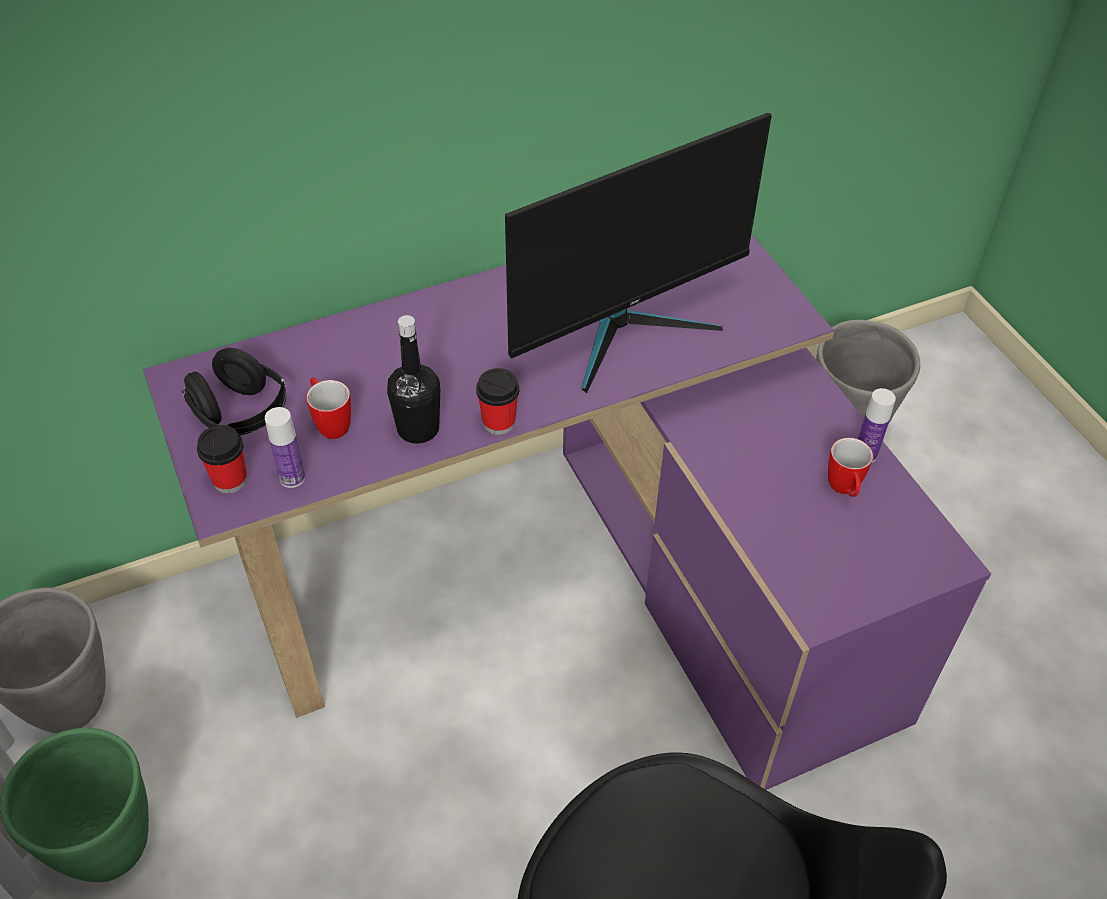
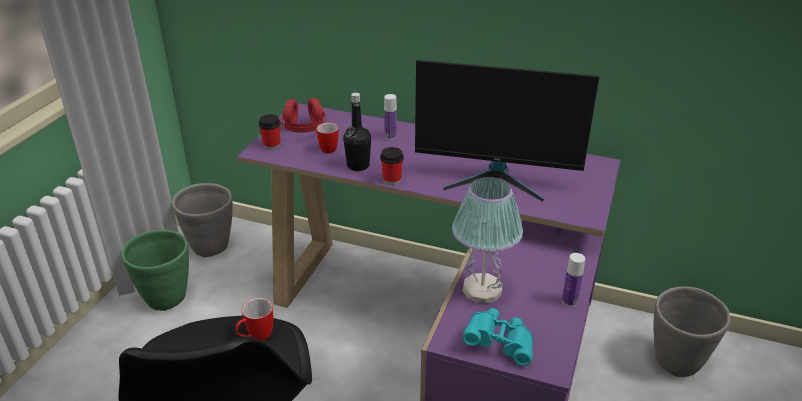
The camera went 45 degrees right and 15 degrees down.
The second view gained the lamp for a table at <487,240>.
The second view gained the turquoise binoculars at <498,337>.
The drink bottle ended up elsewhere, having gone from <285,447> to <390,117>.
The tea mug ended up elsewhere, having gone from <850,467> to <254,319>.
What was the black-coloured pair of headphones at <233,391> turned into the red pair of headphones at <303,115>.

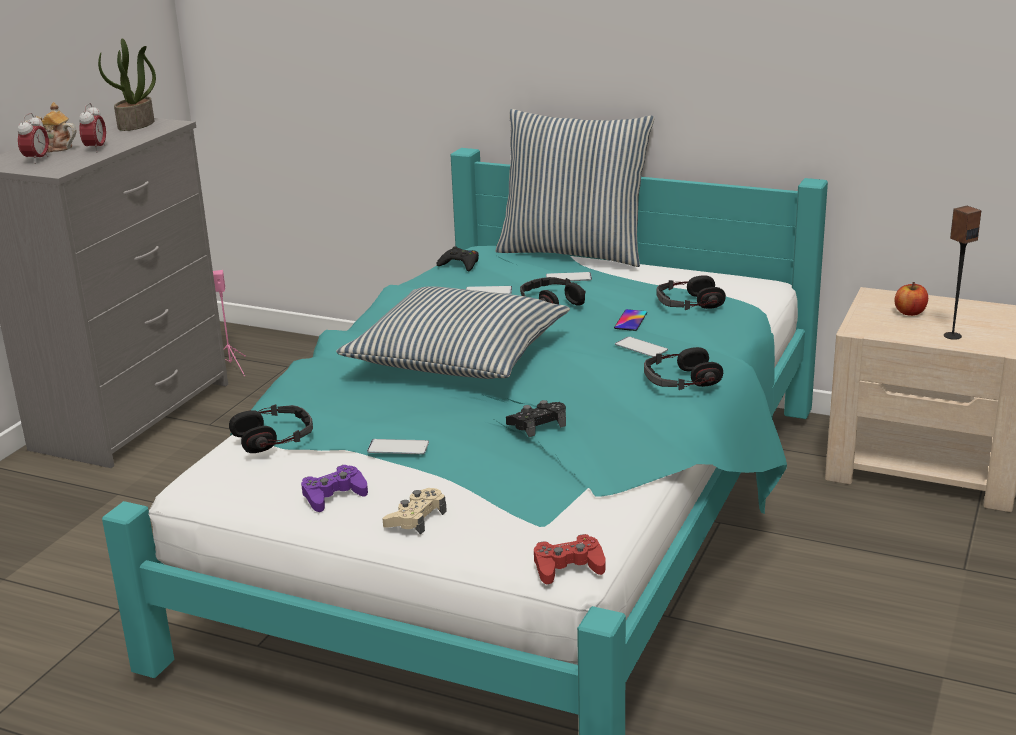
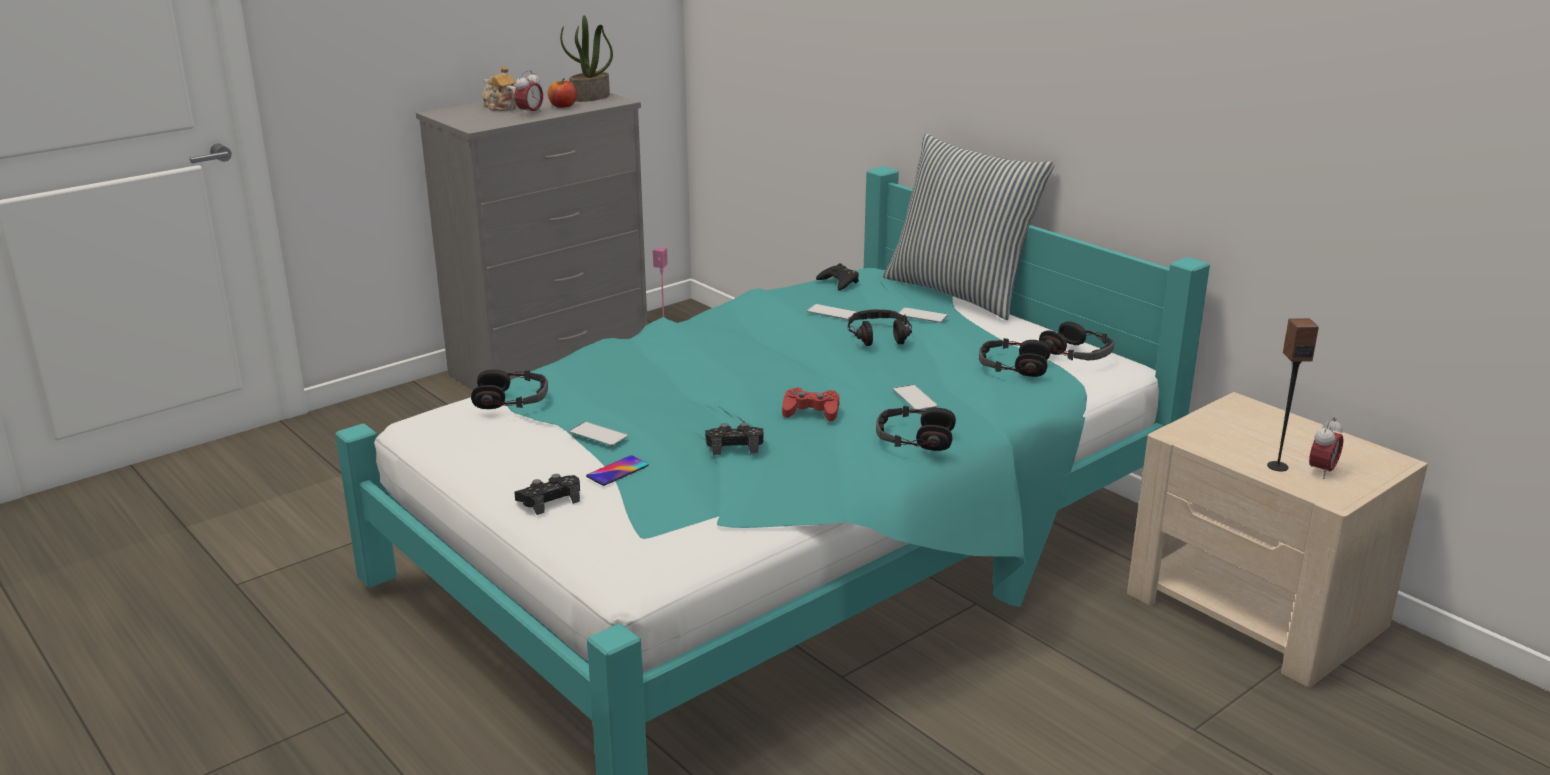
The camera went 25 degrees right and 0 degrees up.
The second view lost the purplish gamepad at <334,488>.
The second view lost the cushion at <453,332>.
The second view gained the pair of headphones at <1076,341>.
The alarm clock ended up elsewhere, having gone from <33,138> to <1326,448>.
The red gamepad ended up elsewhere, having gone from <570,559> to <810,404>.
The handset ended up elsewhere, having gone from <630,320> to <617,470>.
The whole apple ended up elsewhere, having gone from <911,299> to <562,93>.
What was the sand-coloured gamepad at <414,511> turned into the black-coloured gamepad at <547,494>.

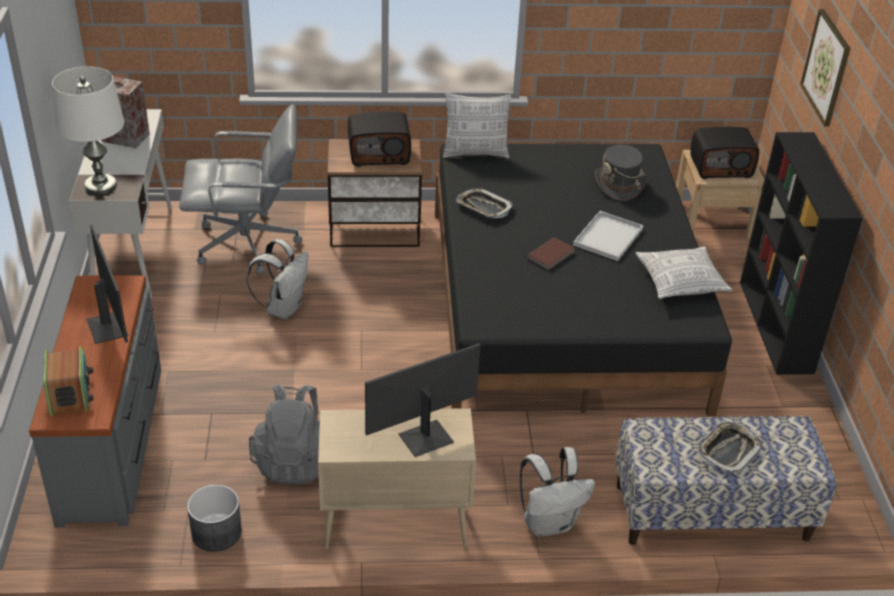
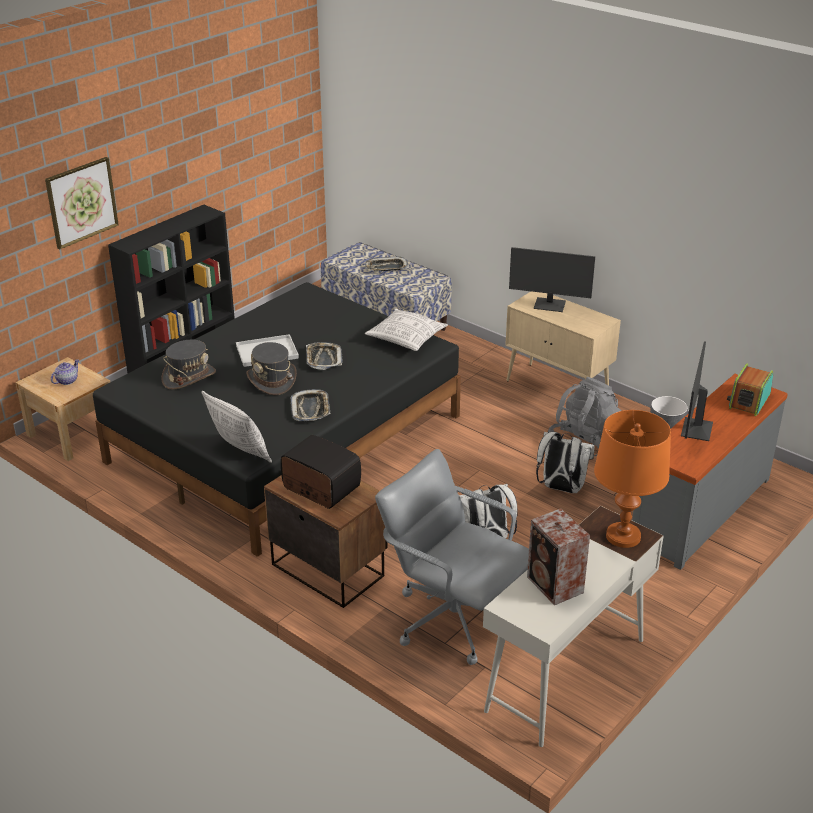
The camera went 135 degrees left and 5 degrees down.
The second view gained the gray hat at <271,368>.
The white-coloured backpack ended up elsewhere, having gone from <557,492> to <565,462>.
The cushion ended up elsewhere, having gone from <684,272> to <406,330>.
Where the brown-coloured volume stood at <551,254>, the serving tray came to stand at <324,356>.
Where the radio set stood at <725,153>, the teapot came to stand at <65,372>.
What was the white-coloured lamp for a table at <88,130> turned into the orange lamp for a table at <632,479>.

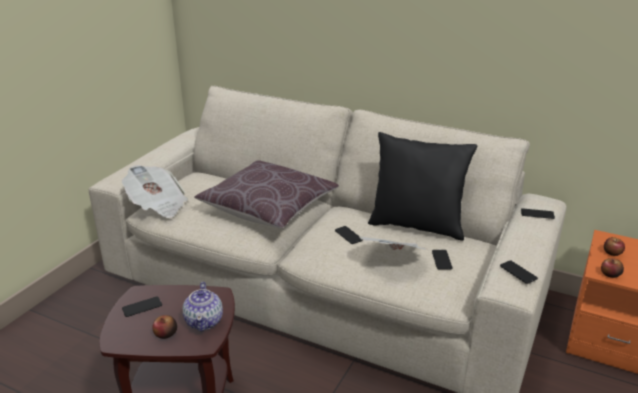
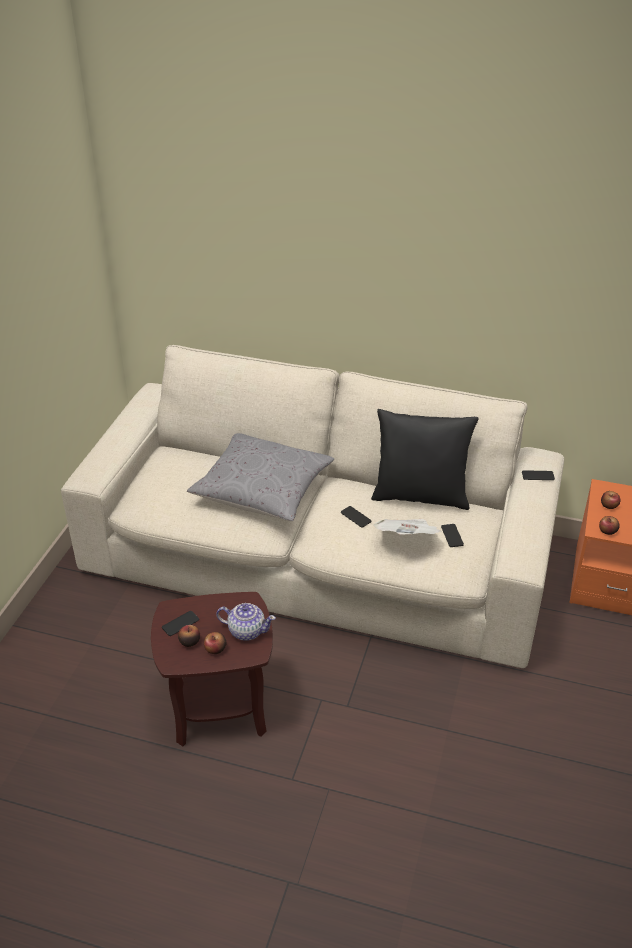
The camera went 10 degrees left and 10 degrees up.
The second view lost the printed paper at <155,191>.
The second view lost the handset at <519,272>.
The second view gained the whole apple at <189,636>.
What was the brown-coloured cushion at <266,194> turned into the gray cushion at <260,477>.
The teapot at <203,307> ended up facing another way, 60 degrees counterclockwise from before.

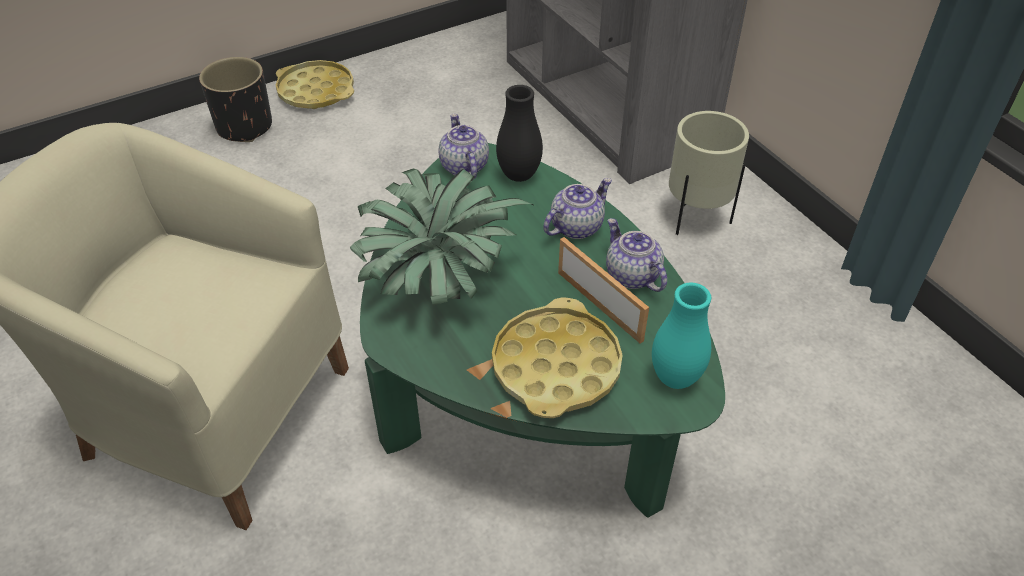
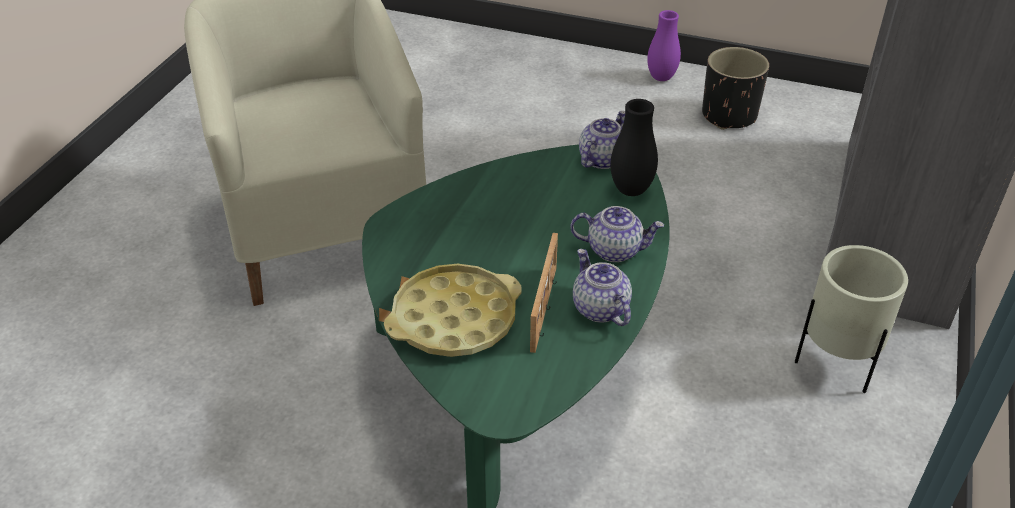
The camera went 50 degrees right and 5 degrees down.
The second view lost the houseplant at <441,237>.
The second view lost the turquoise vase at <681,335>.
The black-coloured flower pot ended up elsewhere, having gone from <235,99> to <735,88>.
Where the yellow-coloured serving tray stood at <315,84>, the purplish vase came to stand at <664,45>.
The teapot at <636,255> ended up facing another way, 45 degrees counterclockwise from before.

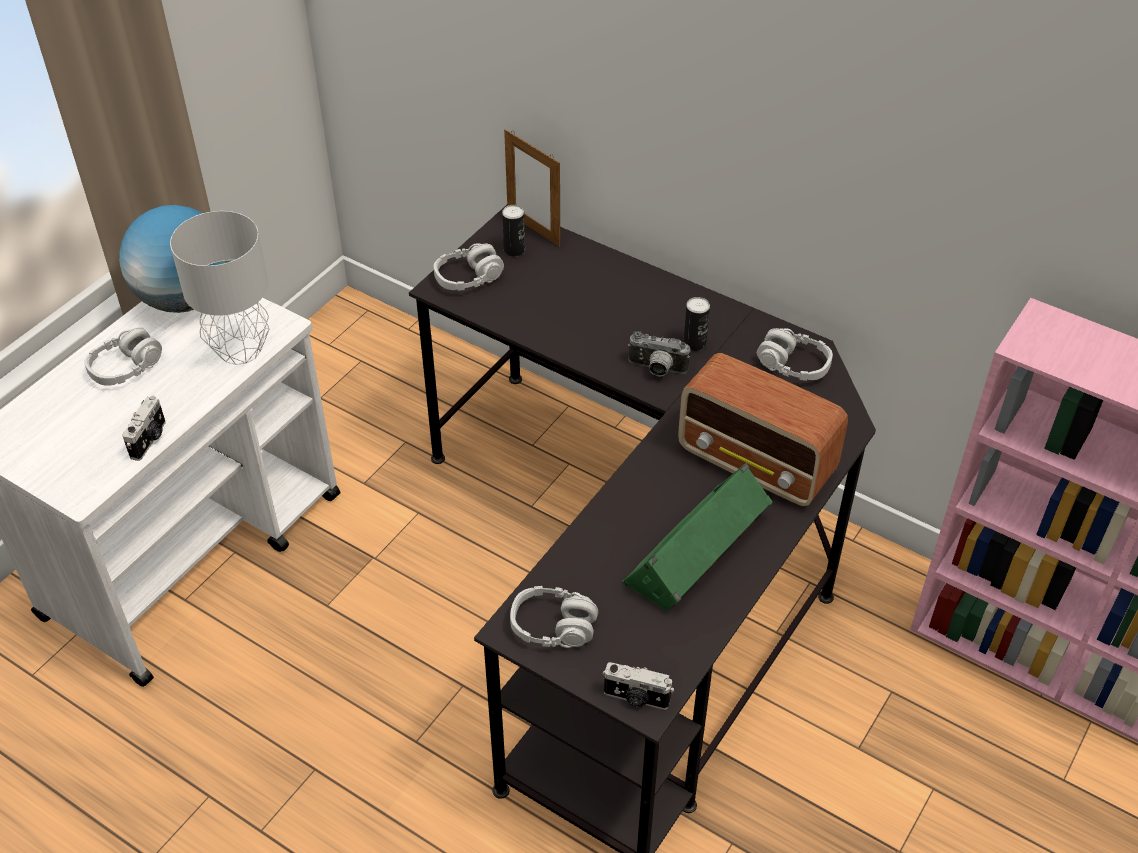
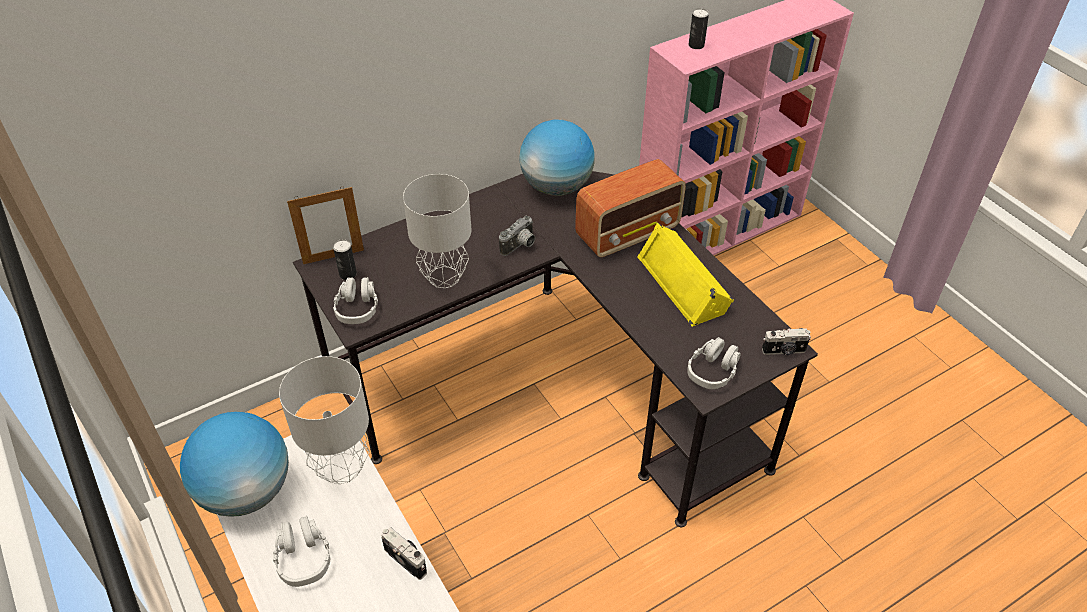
The camera went 65 degrees left and 0 degrees up.
The second view gained the gray lamp for a table at <437,231>.
The metal can ended up elsewhere, having gone from <696,324> to <699,28>.
Where the gray pair of headphones stood at <795,354>, the desk globe came to stand at <557,158>.
What was the green loudspeaker at <697,537> turned into the yellow-coloured loudspeaker at <685,274>.
The still camera at <638,686> ended up facing another way, 45 degrees clockwise from before.

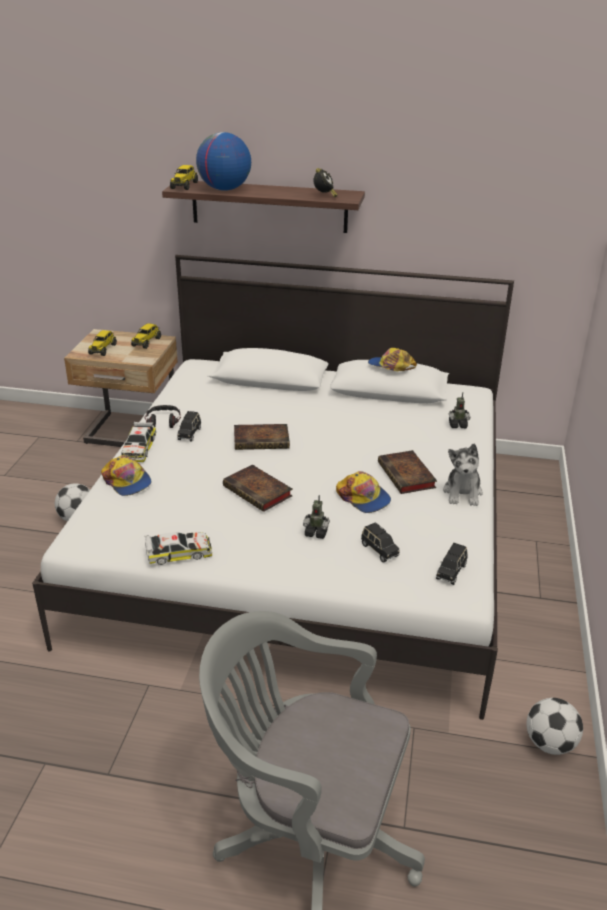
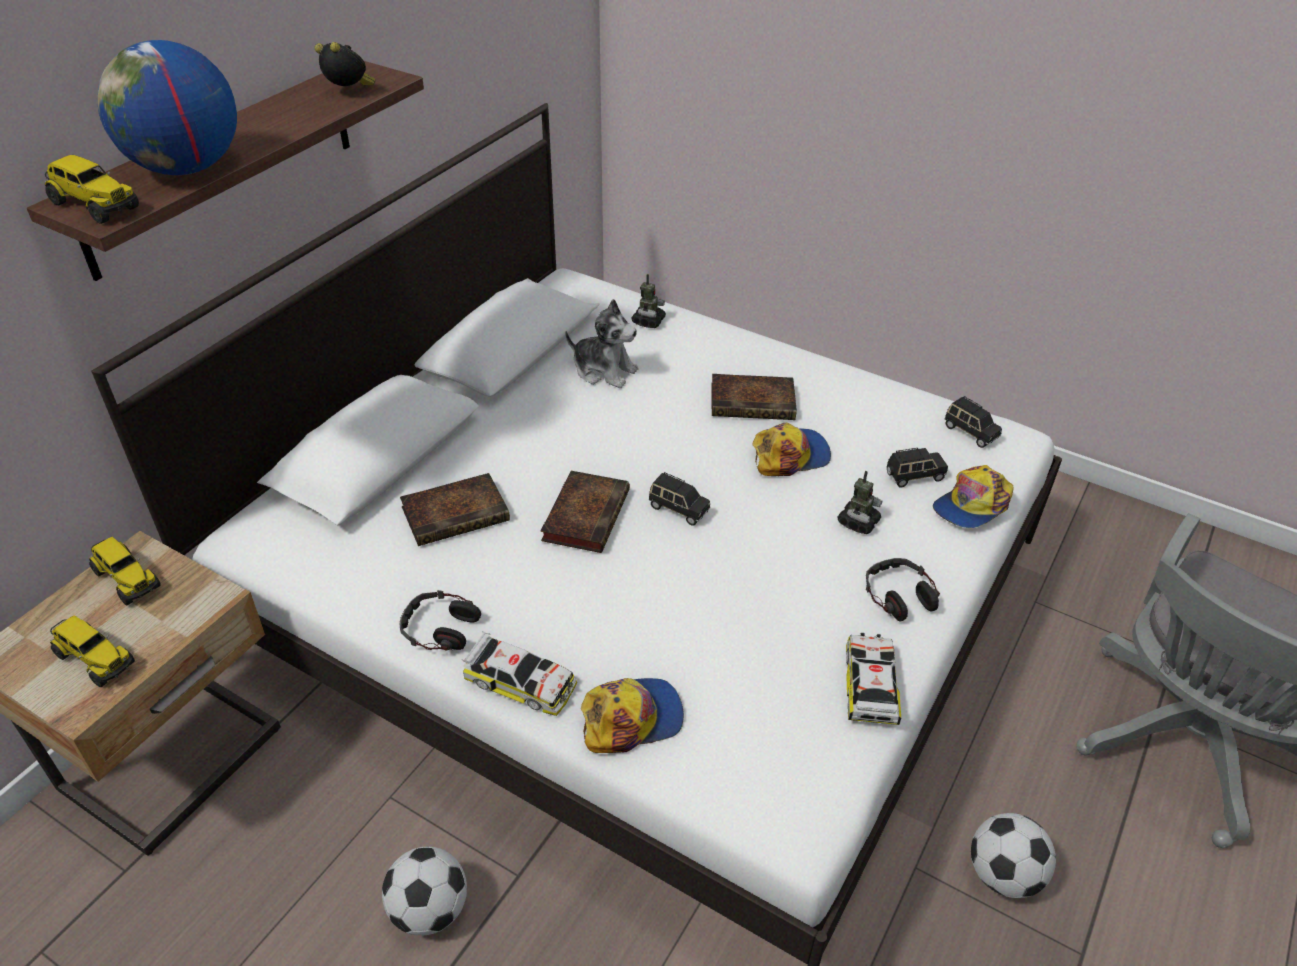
The camera went 70 degrees left and 10 degrees up.
The second view gained the pair of headphones at <903,590>.
The black-coloured toy car ended up elsewhere, having gone from <189,426> to <679,499>.
The volume ended up elsewhere, having gone from <258,488> to <455,509>.
The peaked cap ended up elsewhere, having gone from <392,359> to <973,496>.
The plush toy ended up elsewhere, having gone from <463,475> to <601,343>.
The ball for football ended up elsewhere, having gone from <554,726> to <1013,855>.

